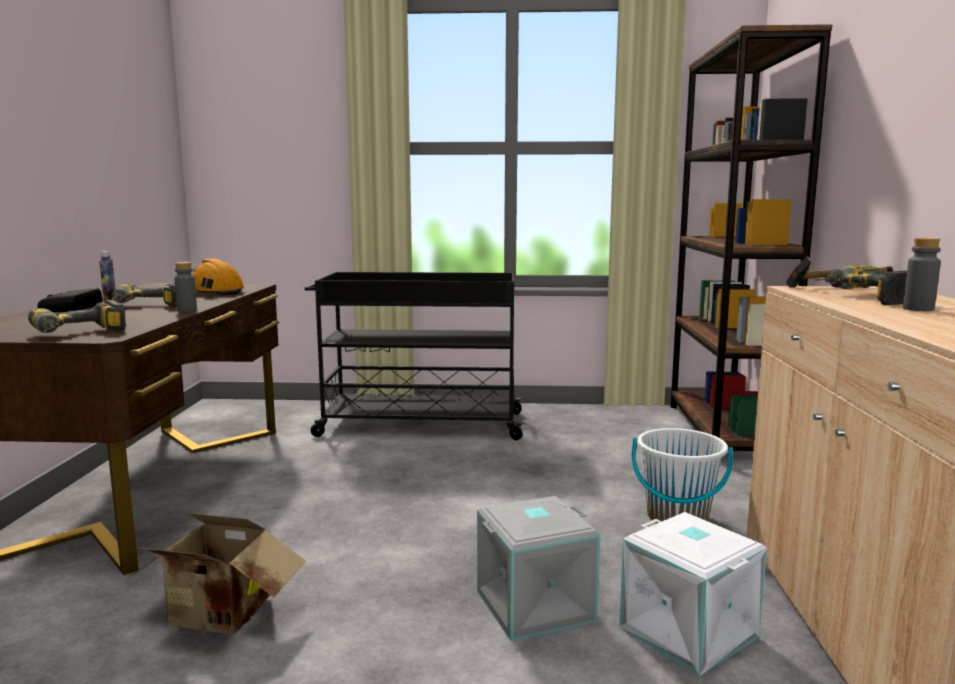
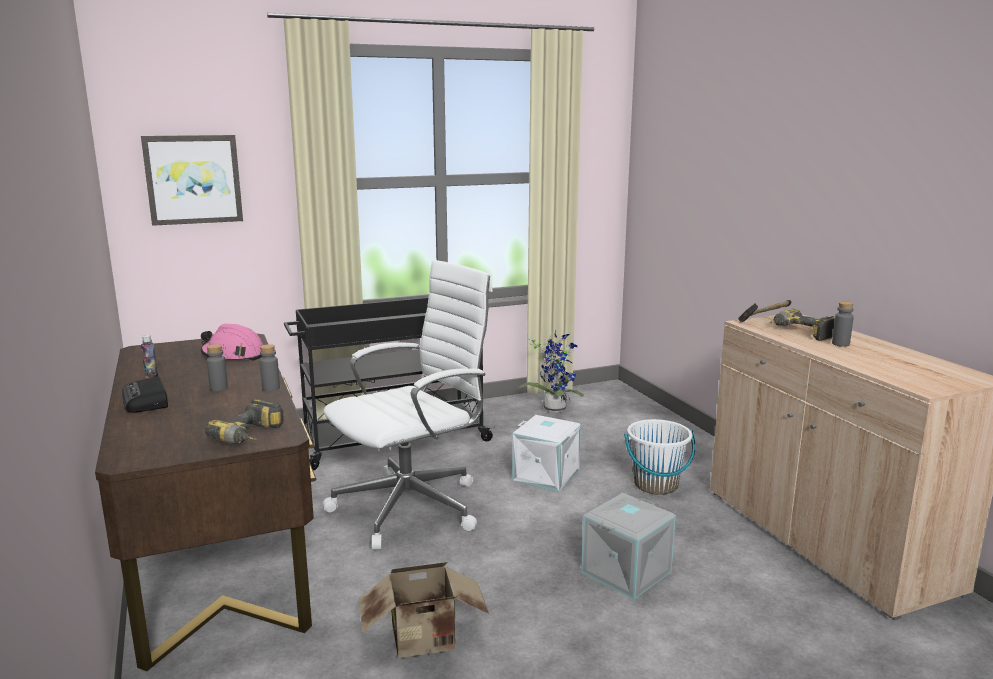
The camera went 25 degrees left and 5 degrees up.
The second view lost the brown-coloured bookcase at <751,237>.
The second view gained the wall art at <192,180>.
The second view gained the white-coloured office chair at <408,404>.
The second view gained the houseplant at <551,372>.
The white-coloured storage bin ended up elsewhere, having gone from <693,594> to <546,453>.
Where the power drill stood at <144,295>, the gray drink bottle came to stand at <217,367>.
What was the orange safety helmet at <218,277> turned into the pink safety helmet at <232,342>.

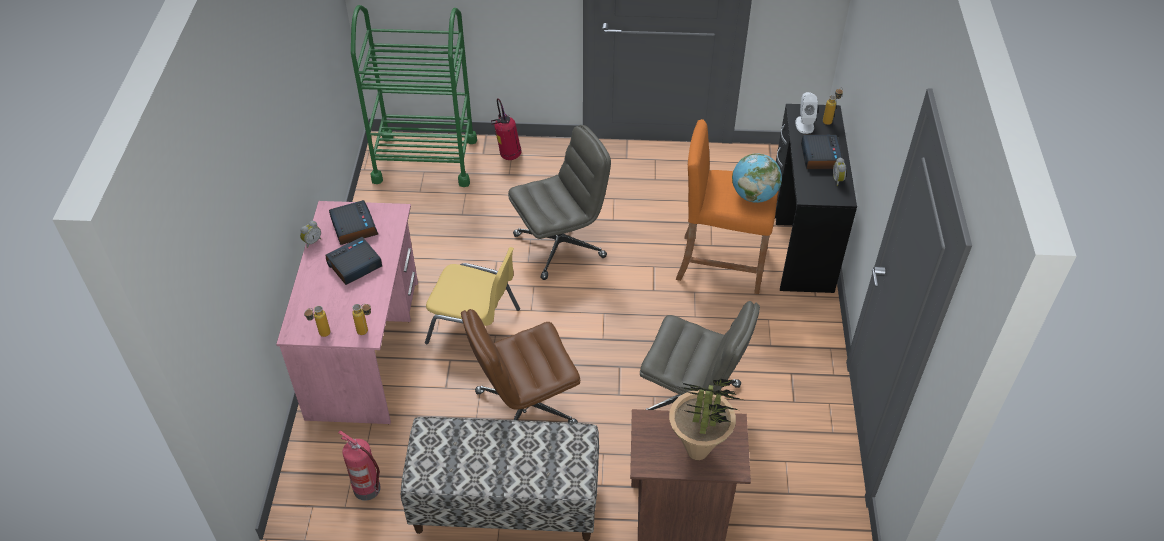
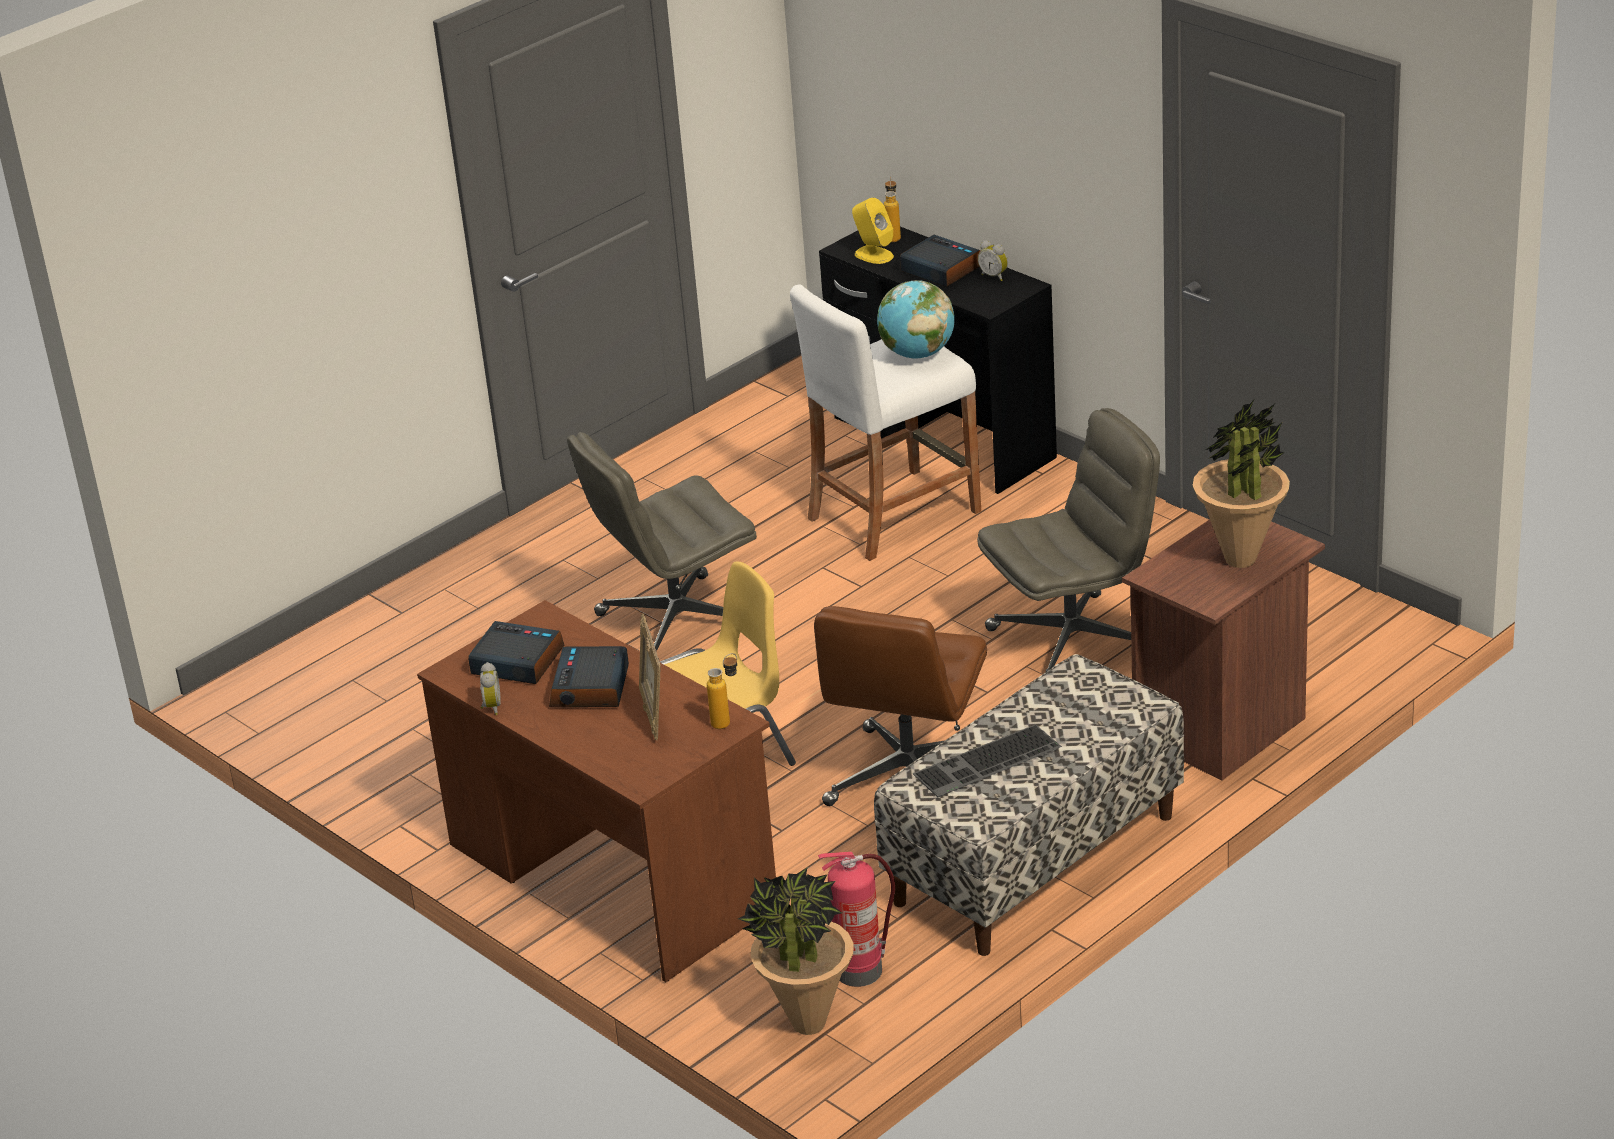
The camera went 45 degrees left and 15 degrees down.
The second view lost the drink bottle at <317,321>.
The second view lost the green cart at <414,96>.
The second view lost the extinguisher at <506,129>.
The second view gained the standing frame at <650,677>.
The second view gained the houseplant at <795,951>.
The second view gained the keyboard at <987,761>.
What was the pink desk table at <347,312> turned into the brown-coloured desk table at <596,791>.
What was the orange stool seat at <727,206> turned into the white-coloured stool seat at <885,422>.
What was the white-coloured loudspeaker at <806,113> turned into the yellow-coloured loudspeaker at <873,231>.
The gray office chair at <559,202> ended up facing another way, 135 degrees counterclockwise from before.

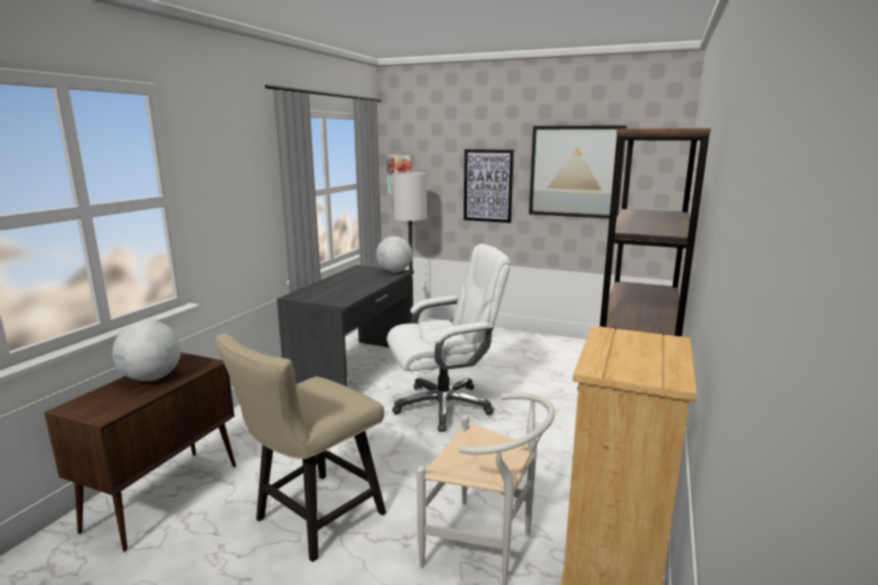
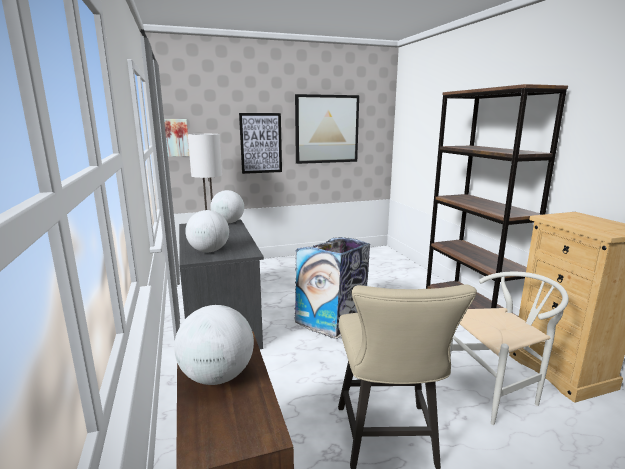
The camera went 40 degrees left and 0 degrees up.
The second view gained the desk globe at <207,231>.
Where the white-coloured office chair stood at <449,338>, the trash can came to stand at <332,288>.

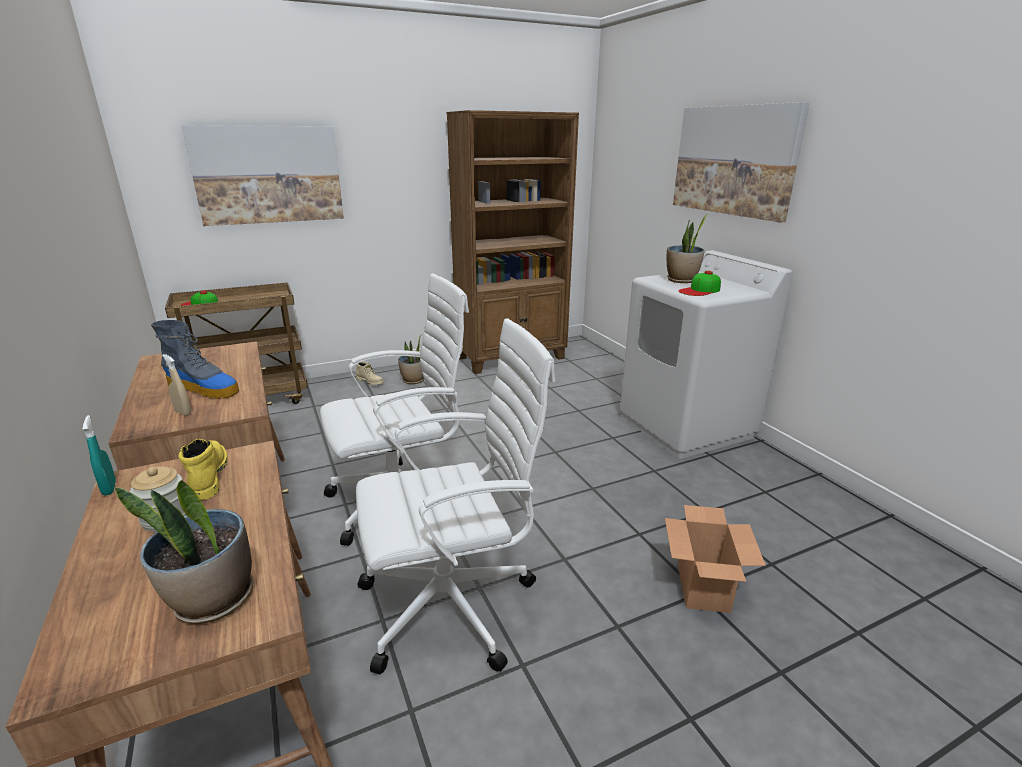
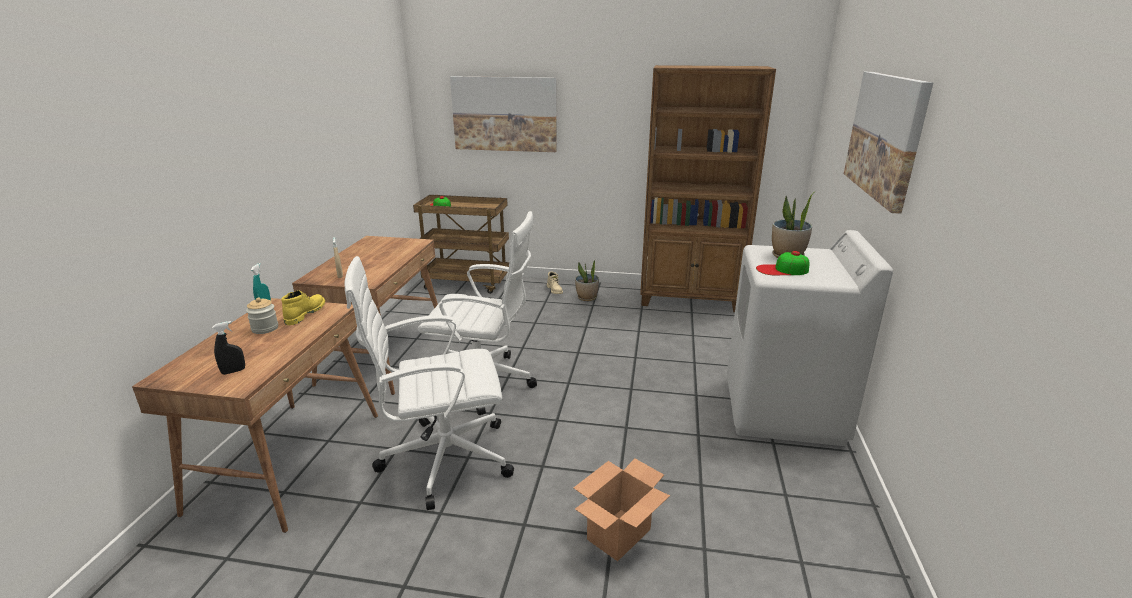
The camera went 35 degrees right and 0 degrees up.
The second view lost the tall boot at <195,359>.
Where the houseplant stood at <184,552>, the black-coloured spray bottle came to stand at <228,348>.
The white-coloured office chair at <455,496> ended up facing another way, 150 degrees clockwise from before.

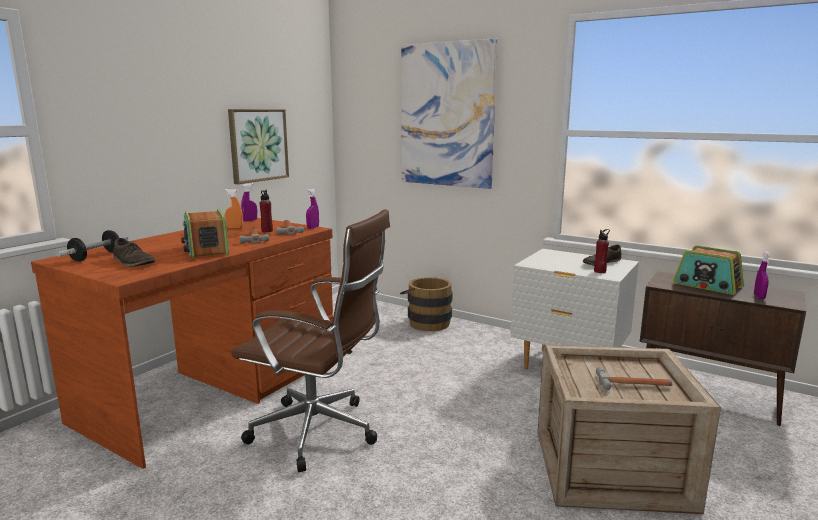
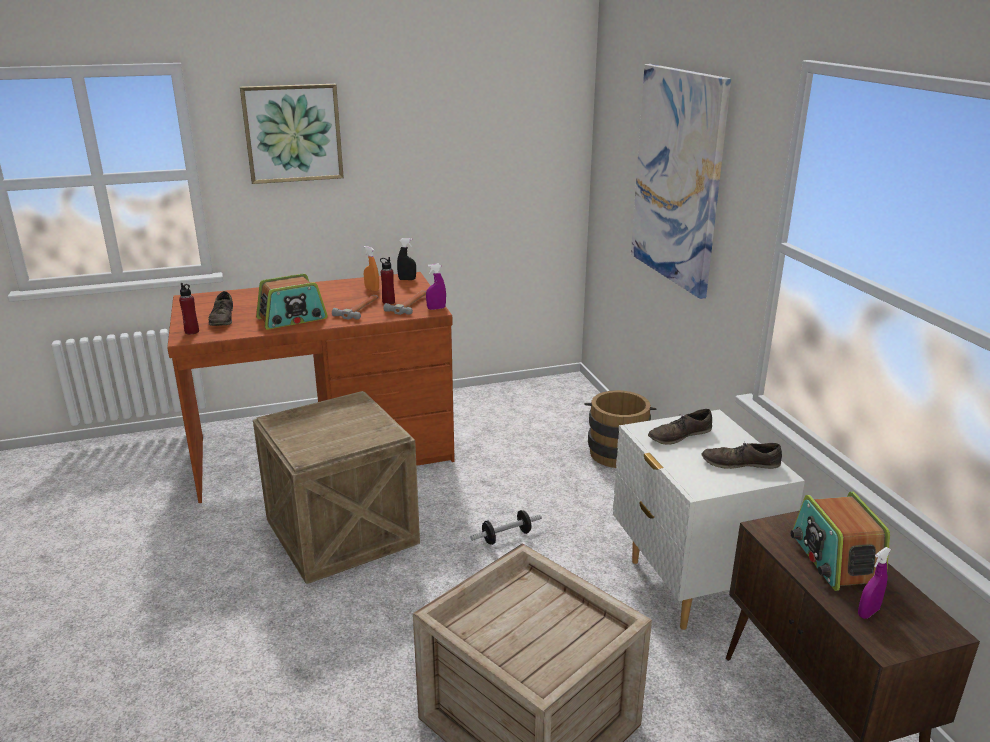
The camera went 40 degrees right and 10 degrees up.
The second view lost the hand hammer at <634,378>.
The second view gained the brown-coloured shoe at <680,427>.
The dumbbell ended up elsewhere, having gone from <92,246> to <506,527>.
The wall art ended up elsewhere, having gone from <258,146> to <292,134>.
The red drink bottle ended up elsewhere, having gone from <602,251> to <189,308>.
Where the brown-coloured office chair stood at <310,340>, the crate came to stand at <336,487>.
What was the purplish spray bottle at <249,202> turned into the black-coloured spray bottle at <406,259>.
The radio set at <205,234> ended up facing another way, 135 degrees counterclockwise from before.

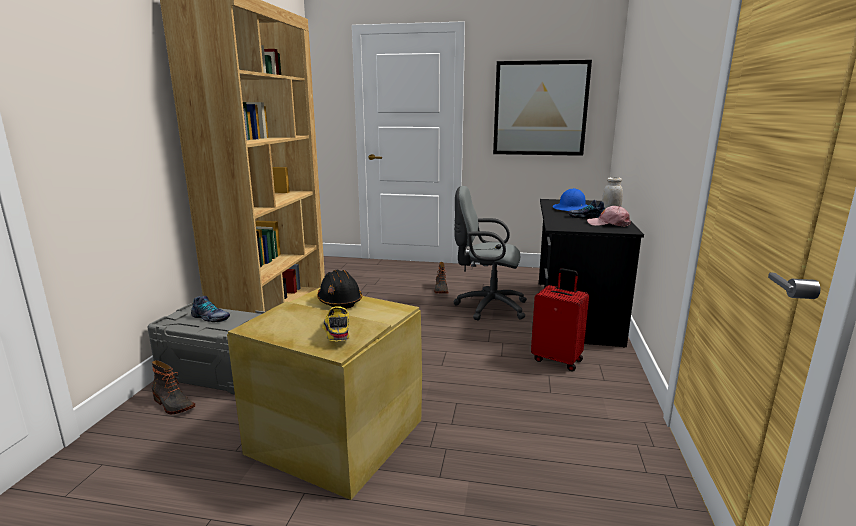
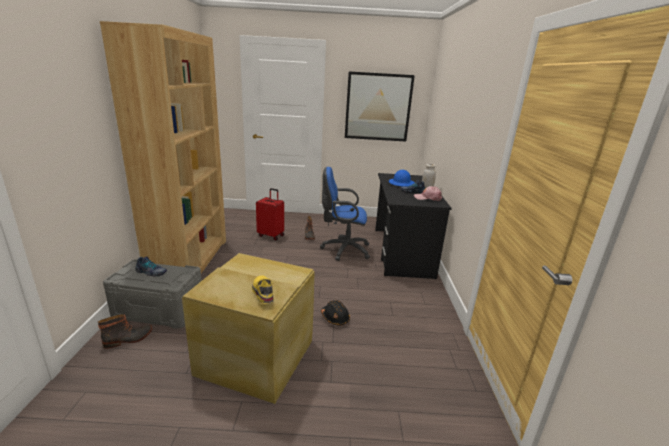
The camera went 10 degrees left and 5 degrees up.
The black-coloured safety helmet ended up elsewhere, having gone from <339,289> to <335,313>.
The red piece of luggage ended up elsewhere, having gone from <560,319> to <270,214>.
What was the gray office chair at <490,253> turned into the blue office chair at <345,214>.
The tall boot at <173,387> ended up facing another way, 60 degrees counterclockwise from before.

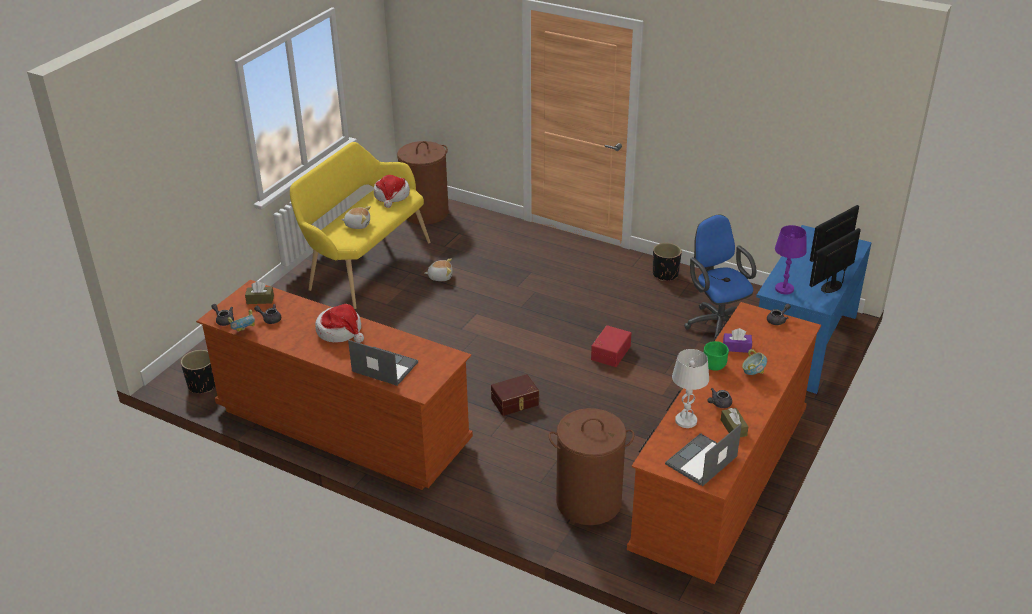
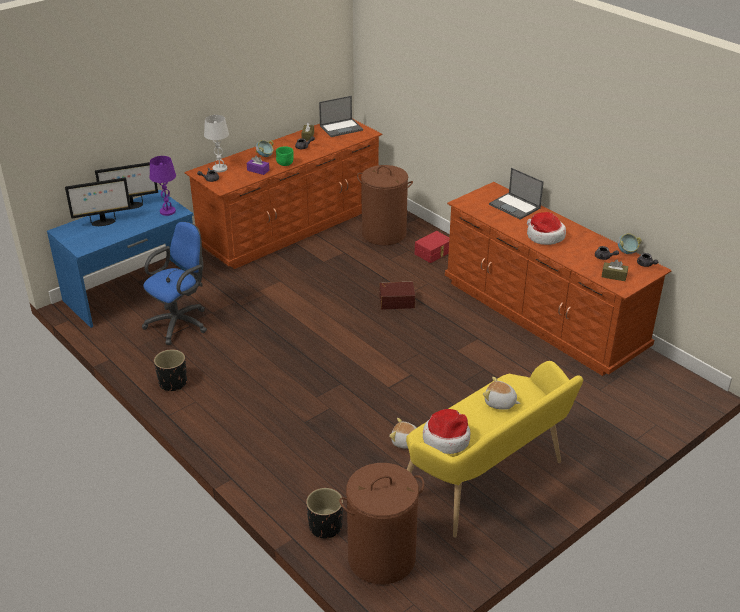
The camera went 160 degrees left and 0 degrees up.
The black-coloured flower pot ended up elsewhere, having gone from <198,371> to <324,513>.
The red storage bin ended up elsewhere, having gone from <611,346> to <432,247>.
The white-coloured lamp for a table ended up elsewhere, having gone from <690,388> to <216,143>.
The blue office chair at <720,278> ended up facing another way, 135 degrees counterclockwise from before.

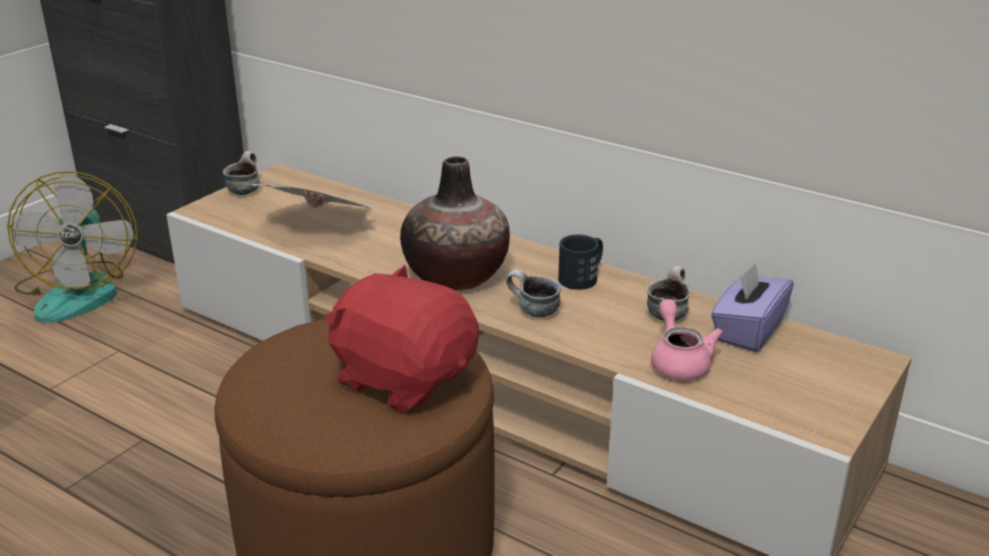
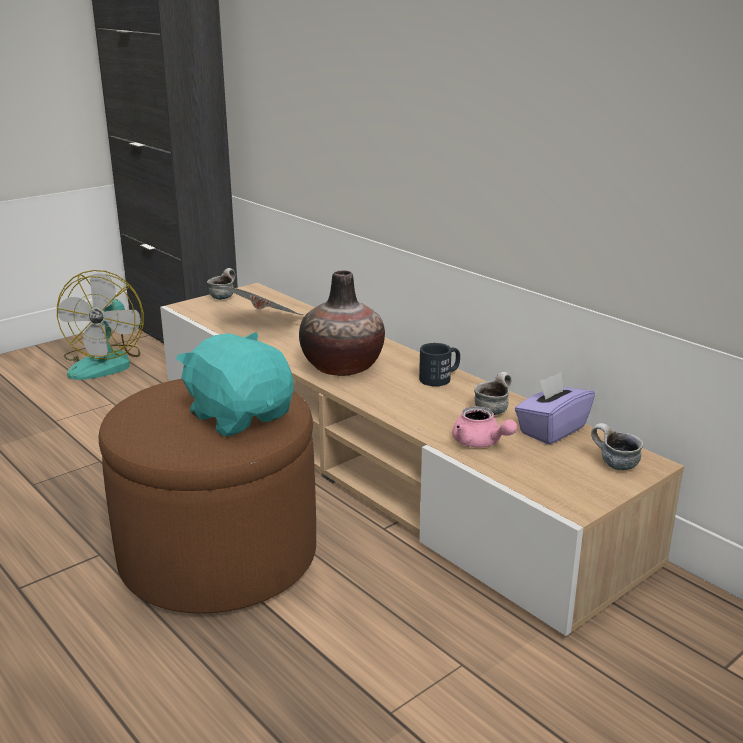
The camera went 15 degrees right and 5 degrees down.
The tea mug ended up elsewhere, having gone from <534,294> to <617,446>.
What was the red plush toy at <401,338> turned into the turquoise plush toy at <235,384>.
The pink teapot at <687,339> ended up facing another way, 135 degrees clockwise from before.

